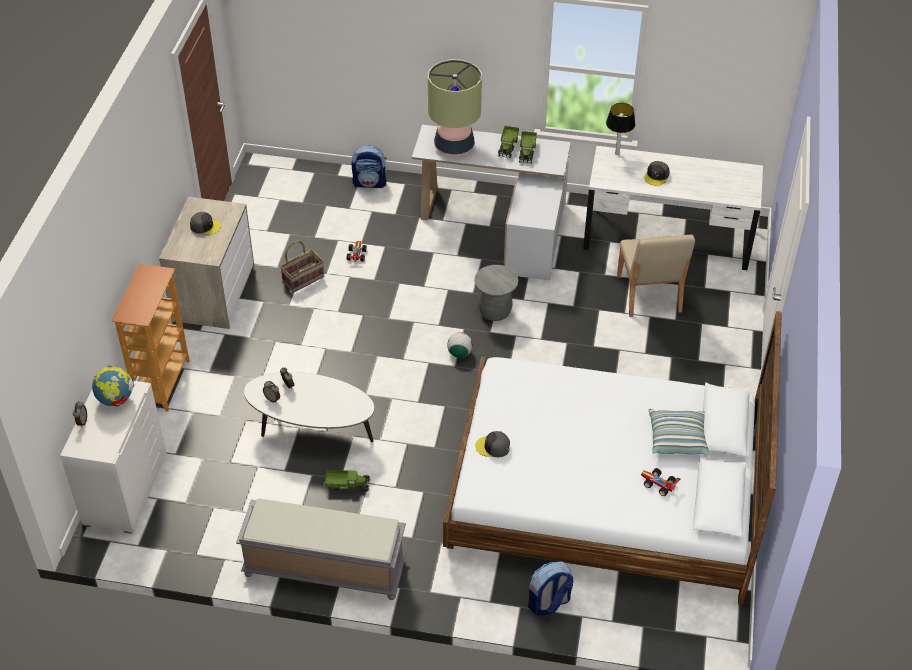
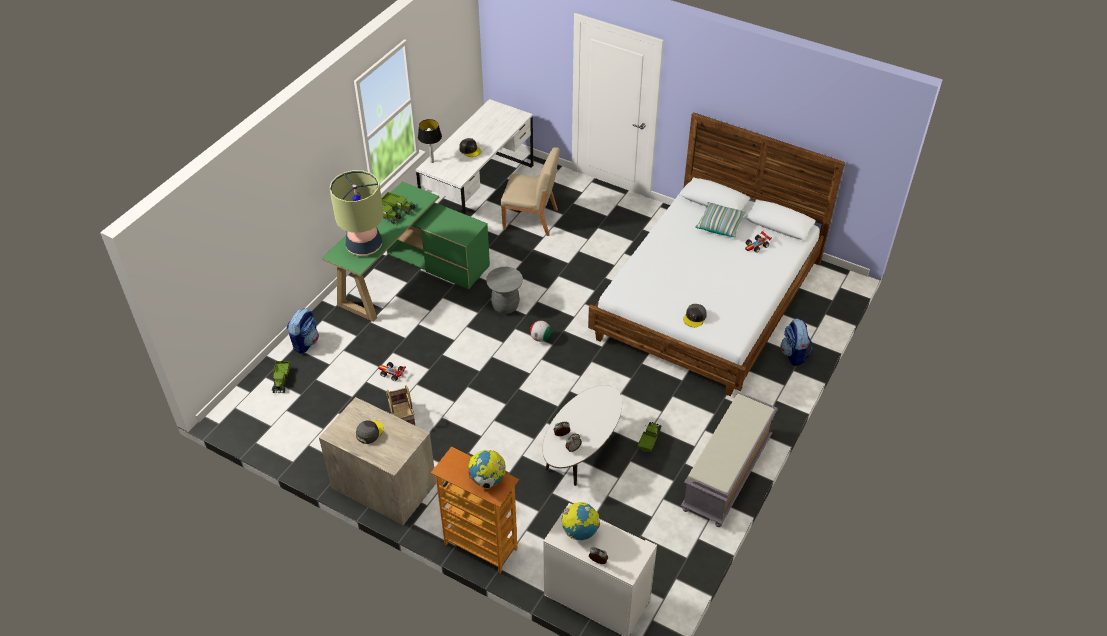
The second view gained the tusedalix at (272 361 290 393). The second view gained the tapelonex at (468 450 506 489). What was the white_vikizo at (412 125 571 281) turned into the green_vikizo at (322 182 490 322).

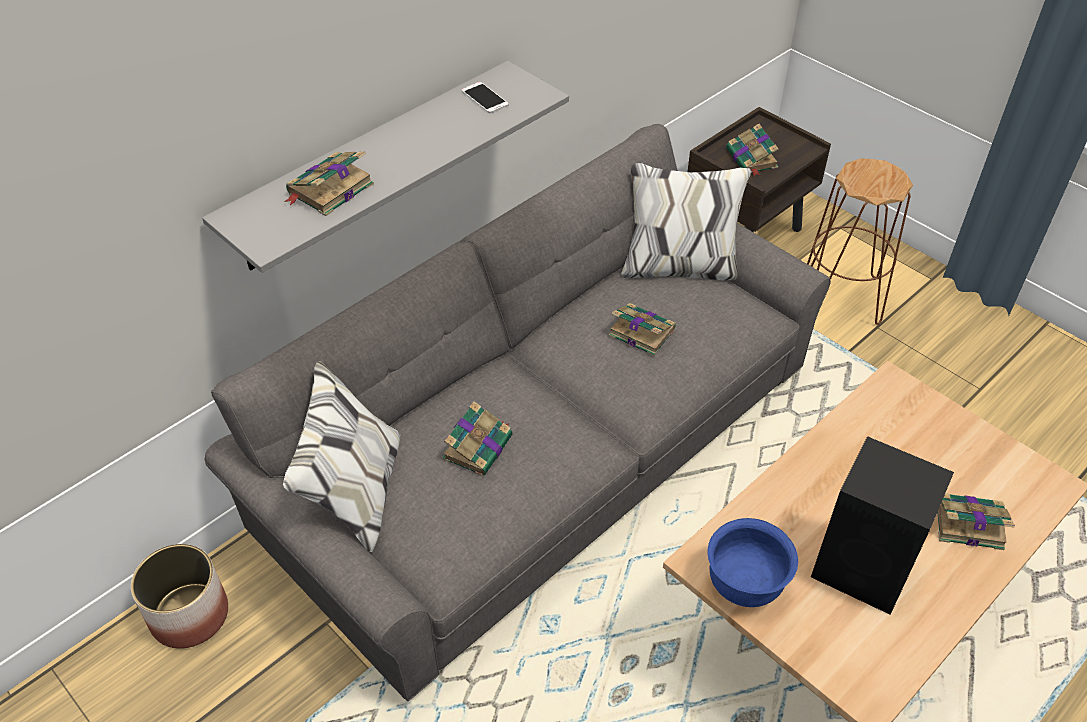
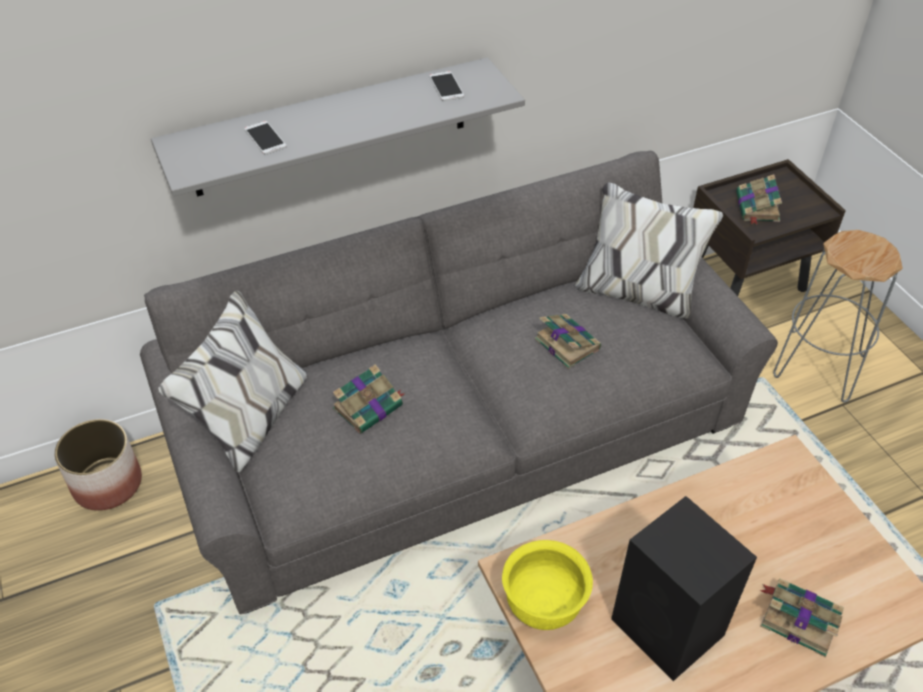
Where the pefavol stood at (284 151 374 216), the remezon came to stand at (244 121 287 155). What was the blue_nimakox at (707 518 798 607) turned into the yellow_nimakox at (502 540 593 630). What was the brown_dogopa at (807 158 913 325) turned into the grey_dogopa at (773 230 903 402).

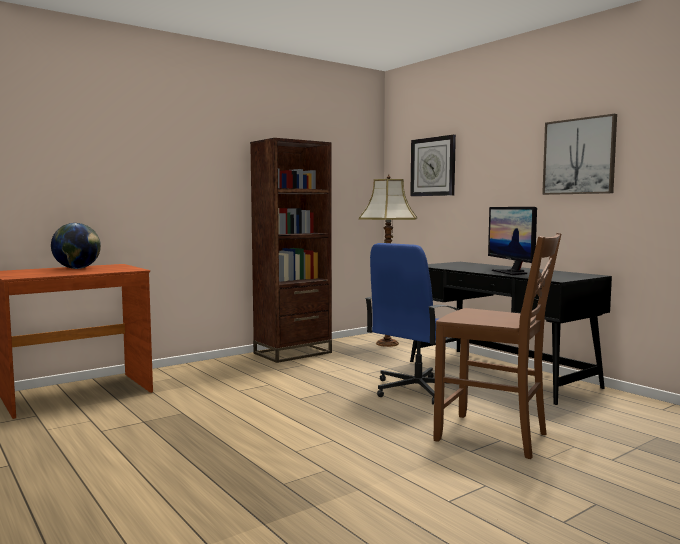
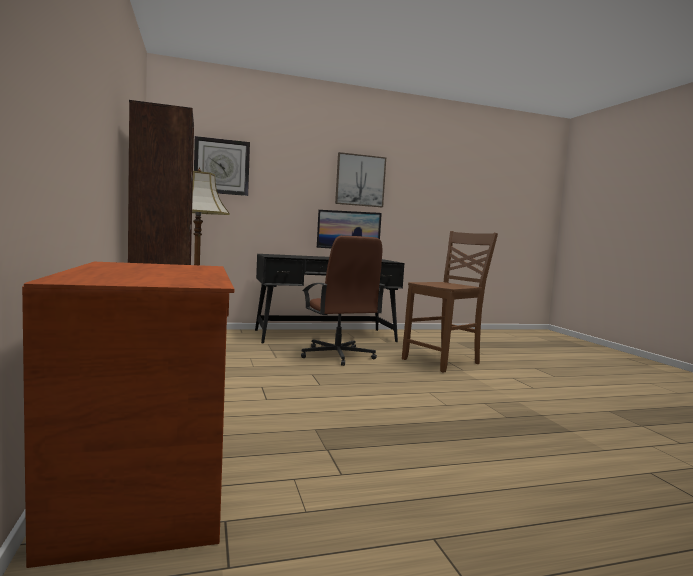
The second view lost the tapelonex at (51 223 101 269). What was the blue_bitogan at (365 243 460 405) turned into the brown_bitogan at (301 235 384 366).

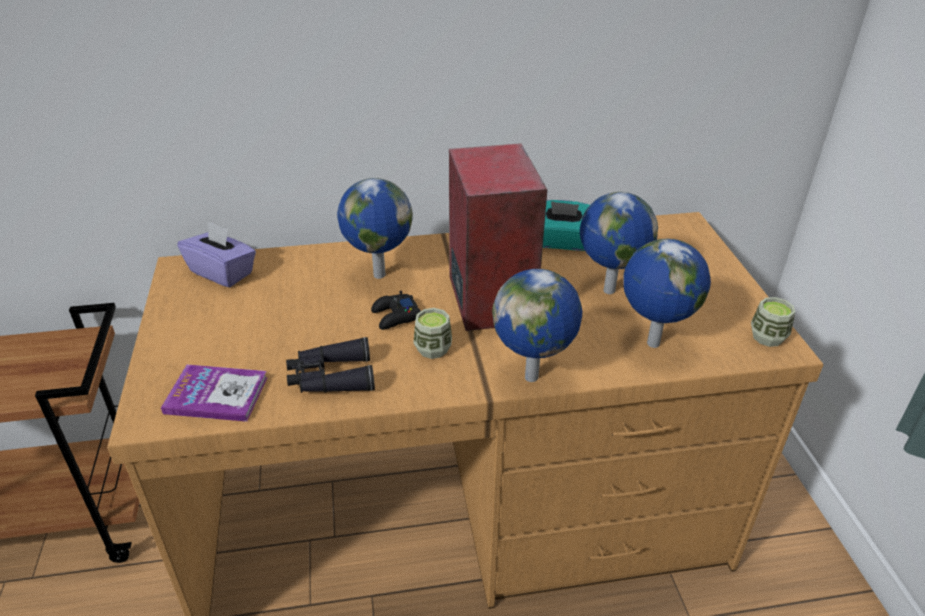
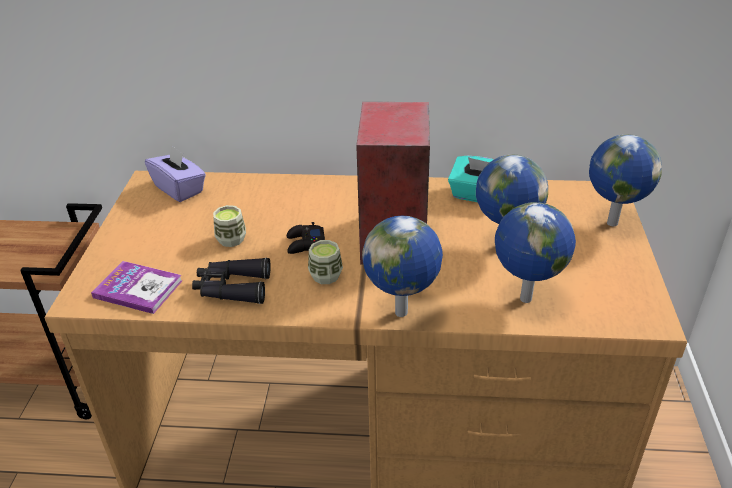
The tapelonex ended up elsewhere, having gone from (337 178 413 279) to (589 134 662 226). The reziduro ended up elsewhere, having gone from (751 297 795 347) to (213 205 246 247).

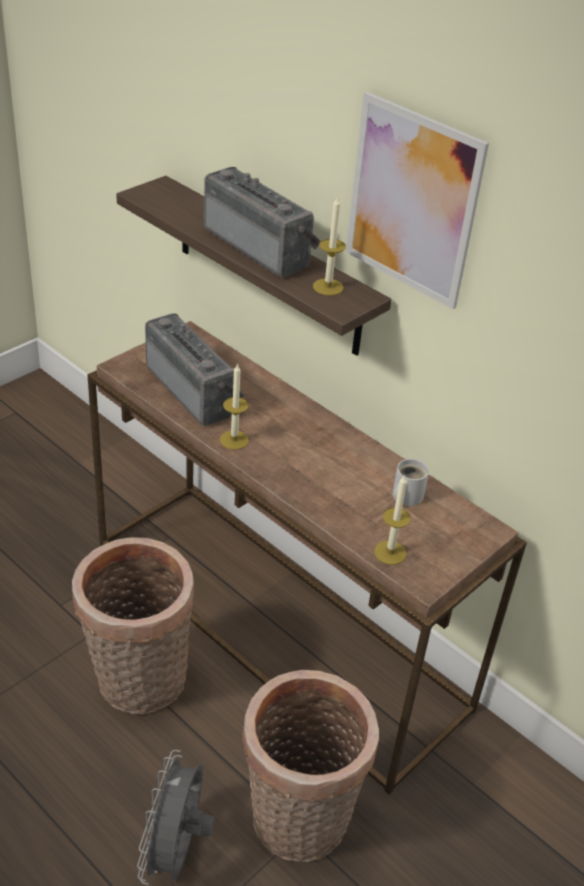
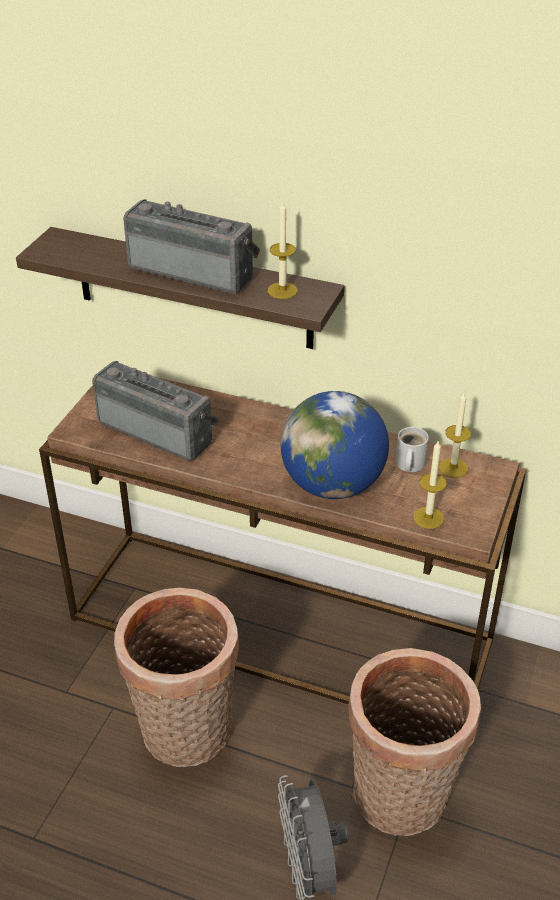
The second view lost the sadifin at (346 92 489 309). The second view gained the tapelonex at (281 391 389 499). The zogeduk ended up elsewhere, having gone from (220 363 249 450) to (439 392 471 478).

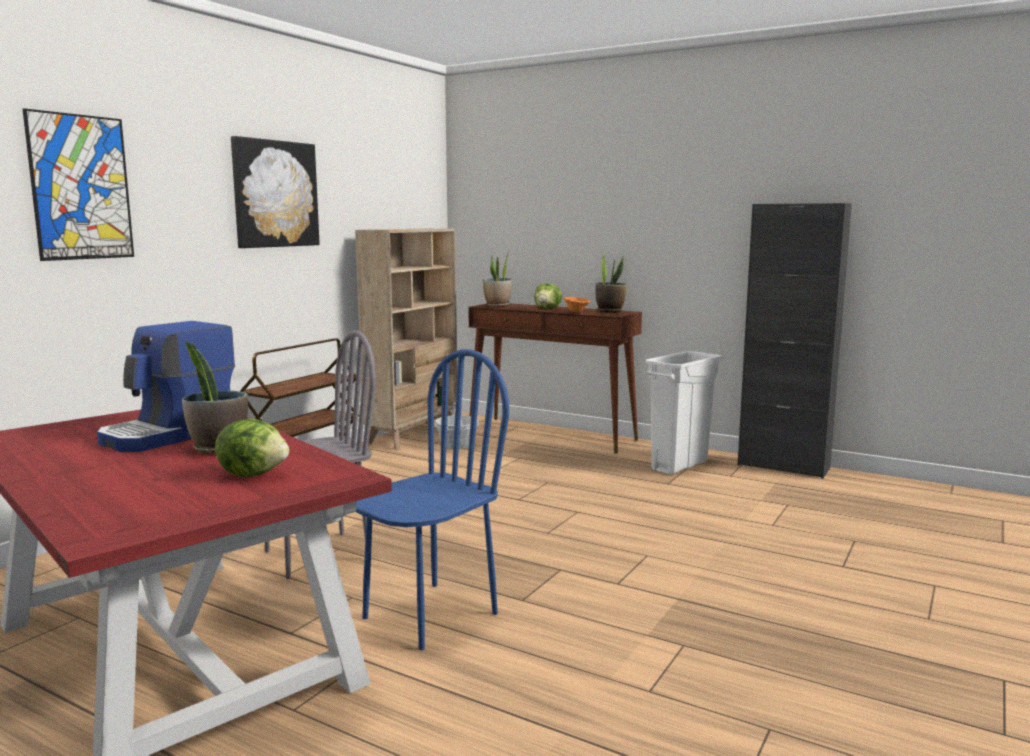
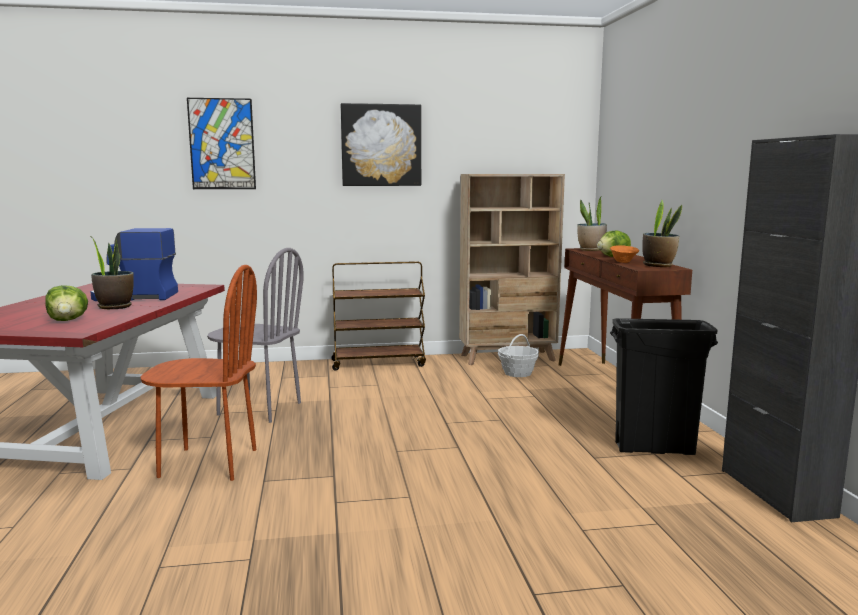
What was the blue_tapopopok at (356 349 509 650) turned into the brown_tapopopok at (140 265 257 481). What was the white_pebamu at (646 351 722 475) turned into the black_pebamu at (610 318 718 455).

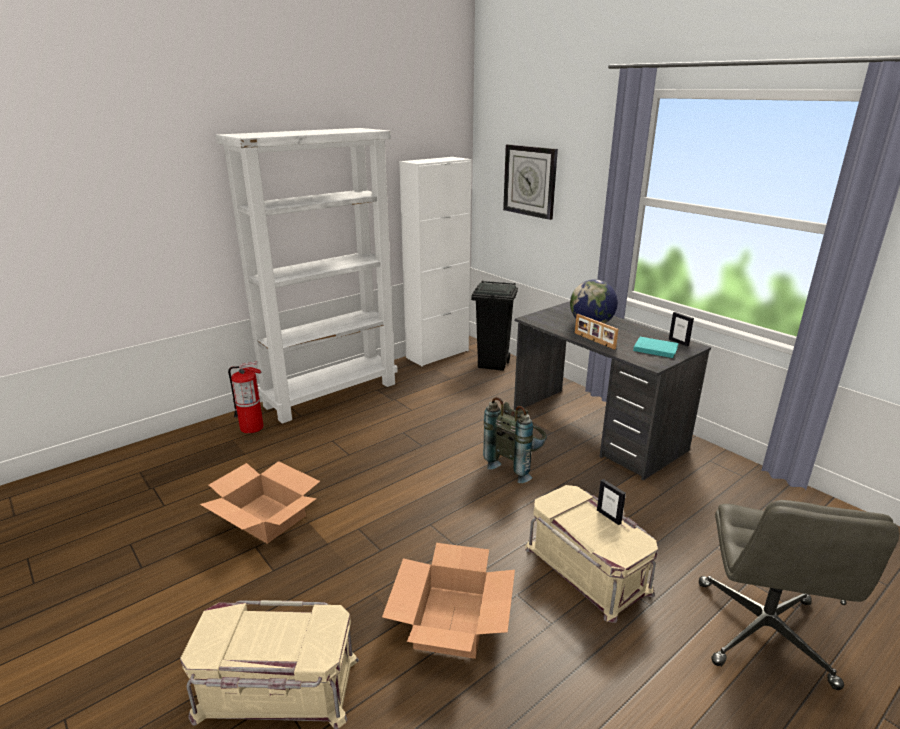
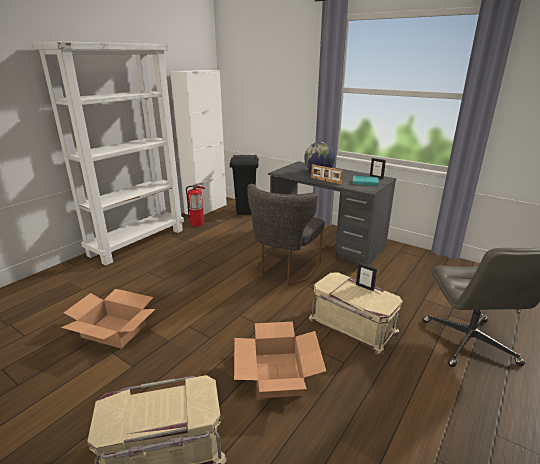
The second view lost the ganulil at (503 144 558 220). The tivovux ended up elsewhere, having gone from (228 361 264 433) to (186 182 205 227). Where the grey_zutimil stood at (483 397 547 483), the grey_tapopopok came to stand at (247 184 325 285).

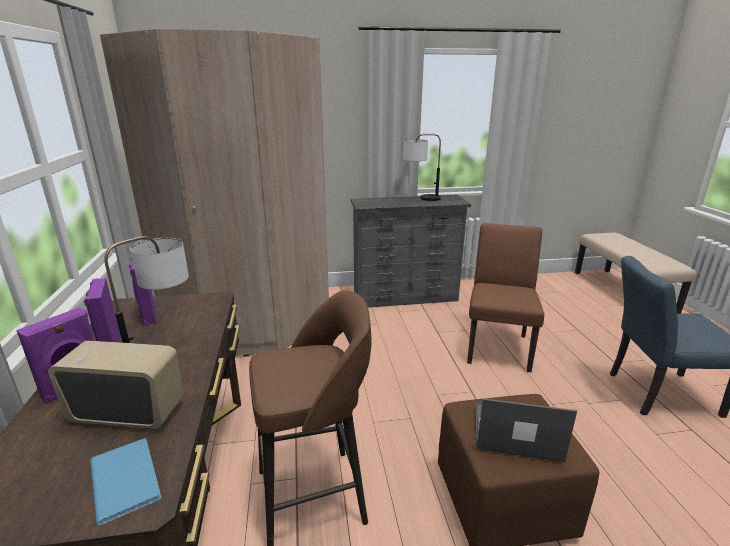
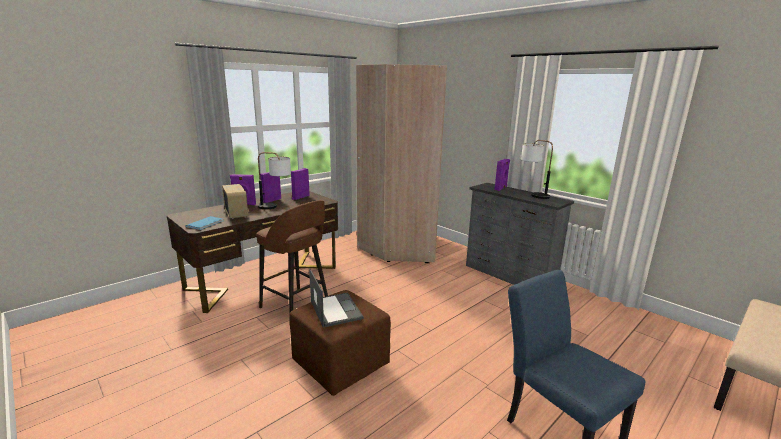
The second view lost the brown_tapopopok at (467 223 544 372). The second view gained the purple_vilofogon at (495 159 510 191).

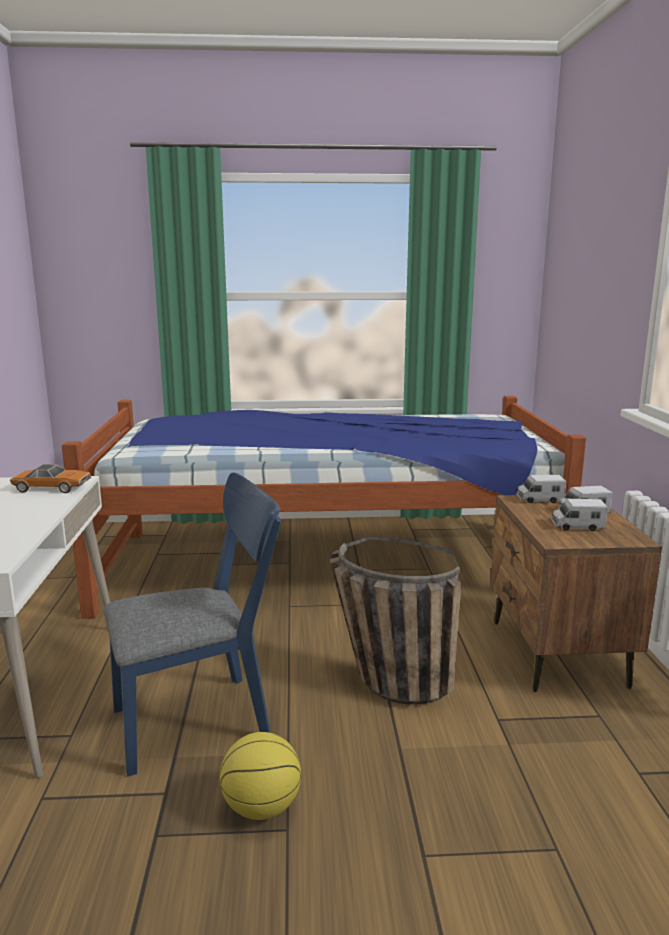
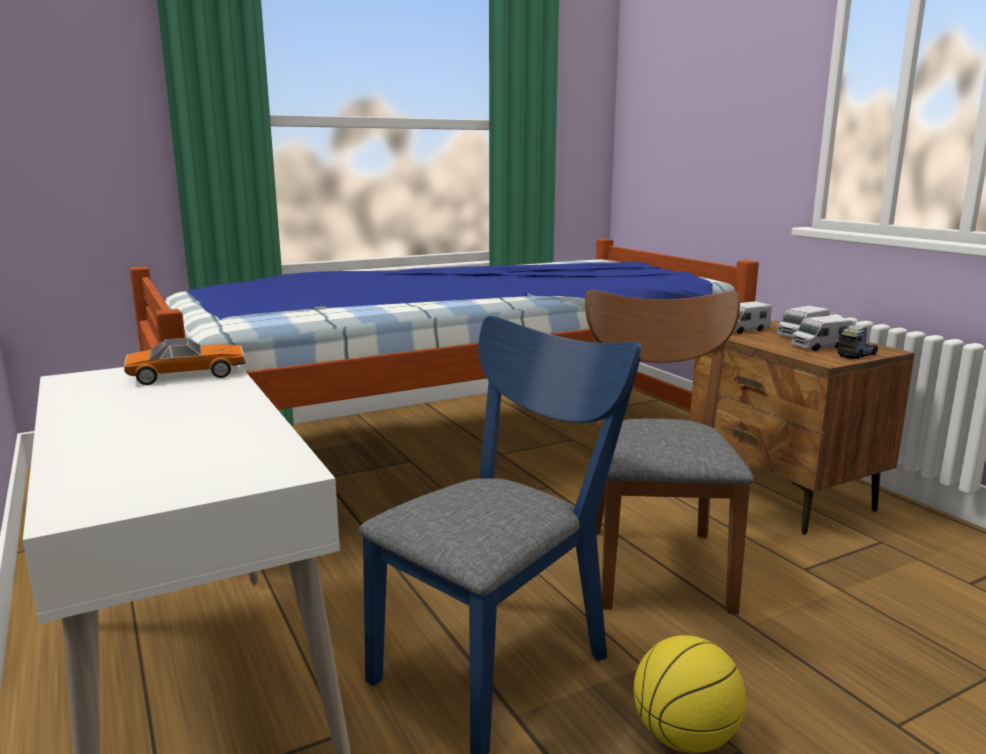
The second view gained the tusedalix at (838 325 878 359). Where the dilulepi stood at (330 537 462 704), the brown_tapopopok came to stand at (585 289 754 614).

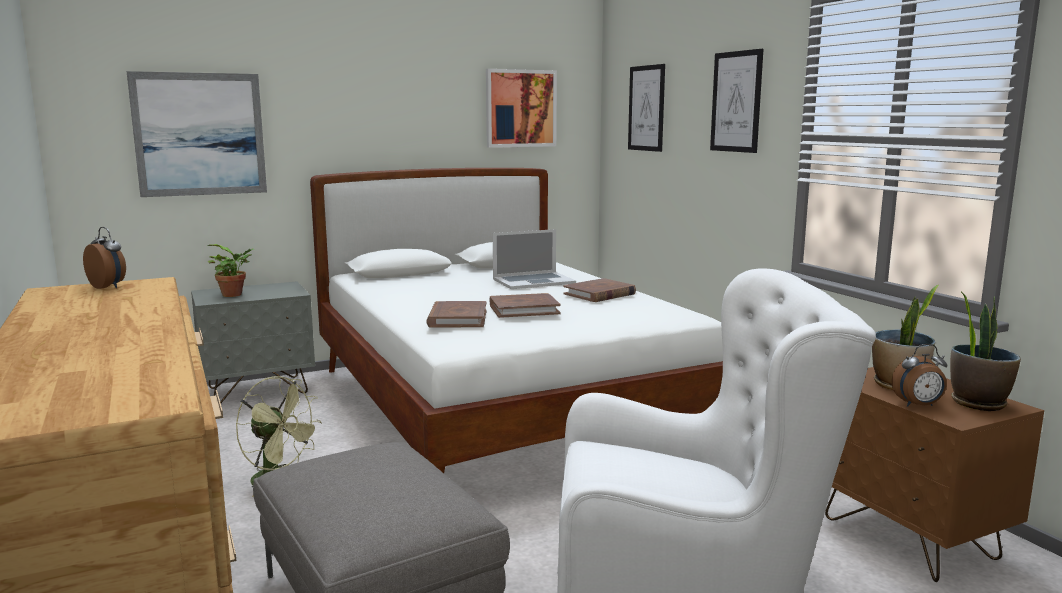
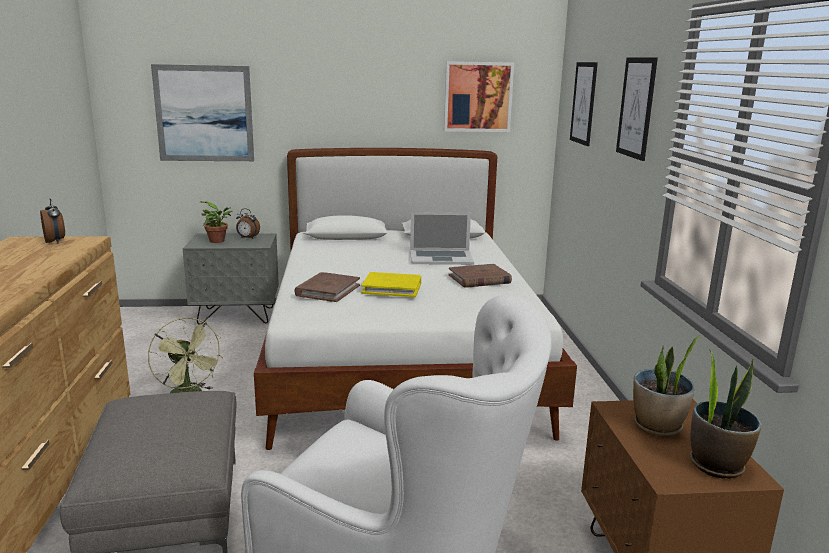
The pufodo ended up elsewhere, having gone from (892 344 947 407) to (236 209 260 239). What was the brown_pefavol at (490 293 561 318) turned into the yellow_pefavol at (362 272 421 297).

